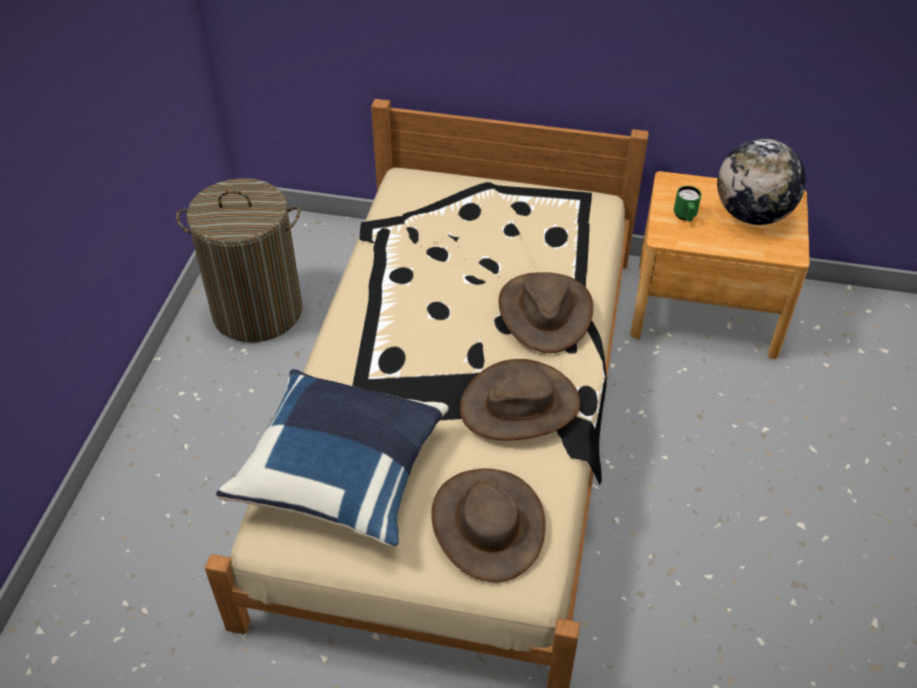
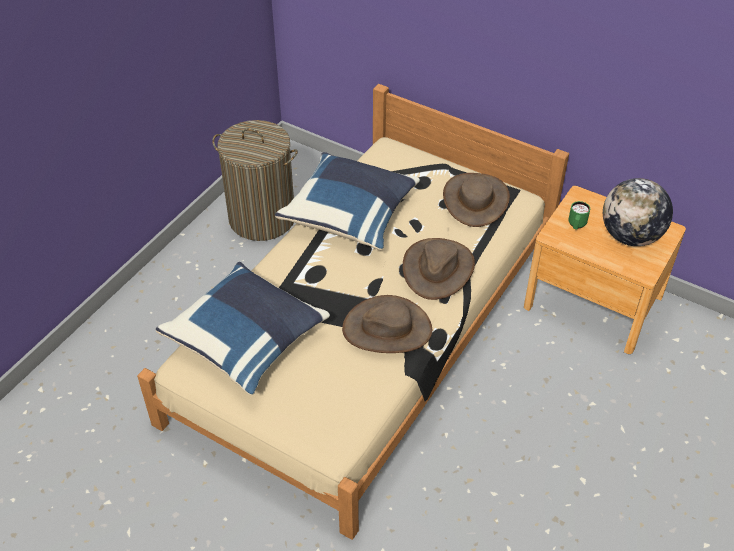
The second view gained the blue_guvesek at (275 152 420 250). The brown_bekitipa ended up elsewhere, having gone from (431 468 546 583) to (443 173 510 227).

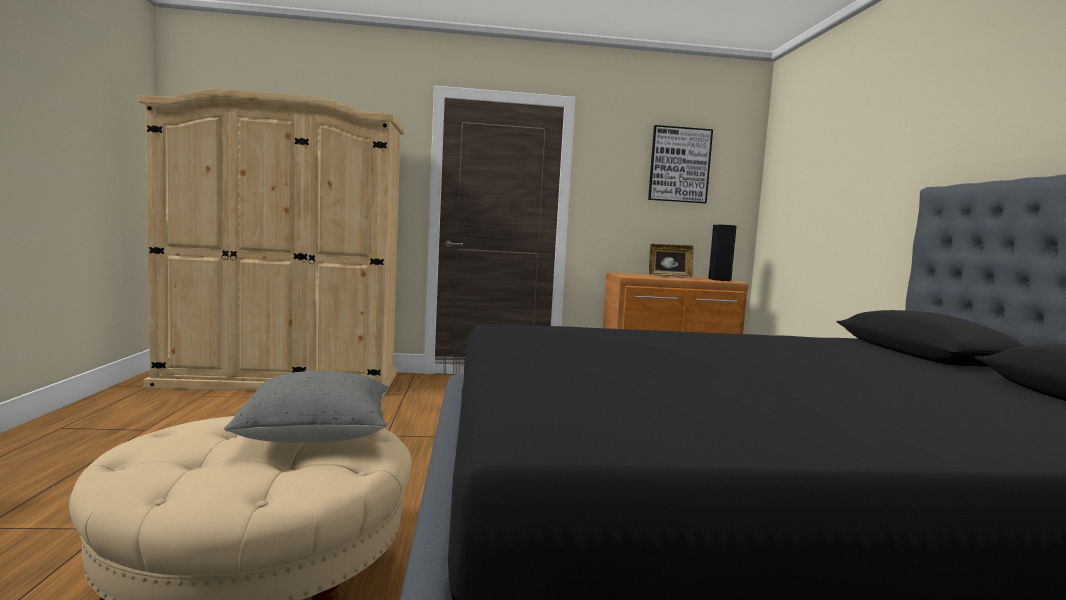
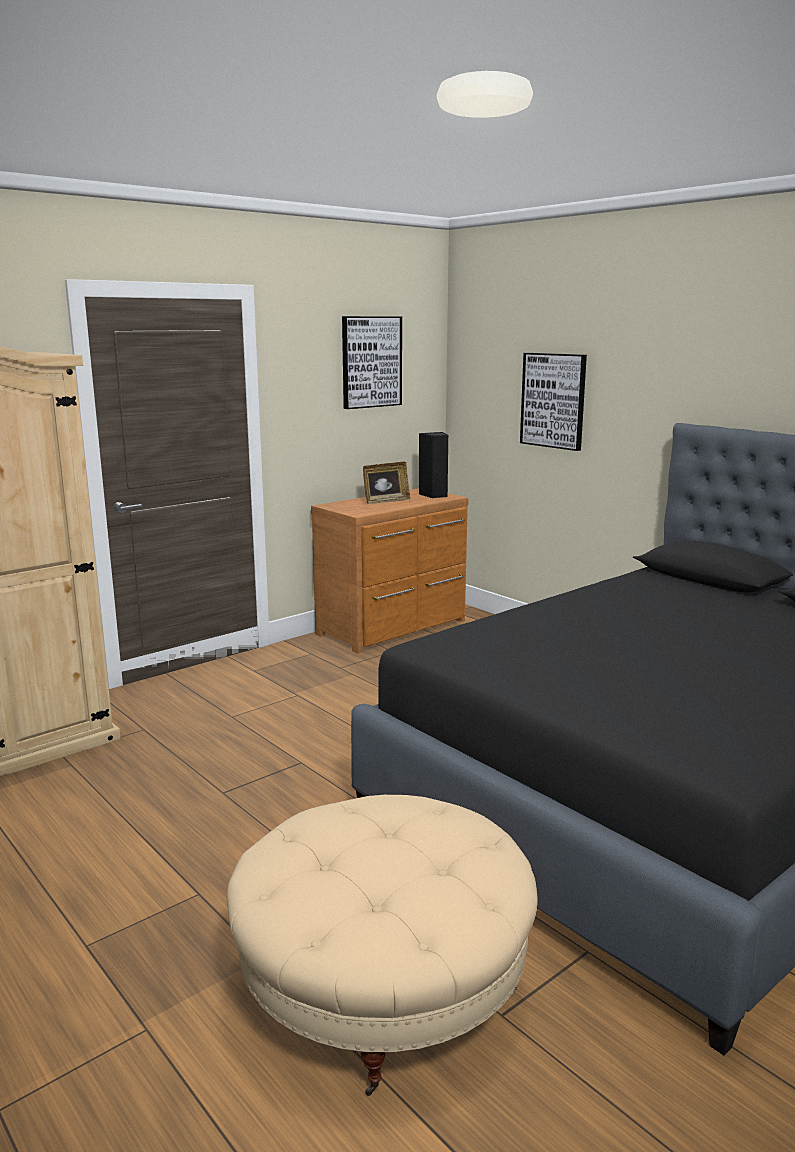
The second view lost the grey_guvesek at (224 371 389 443). The second view gained the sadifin at (520 353 587 451).

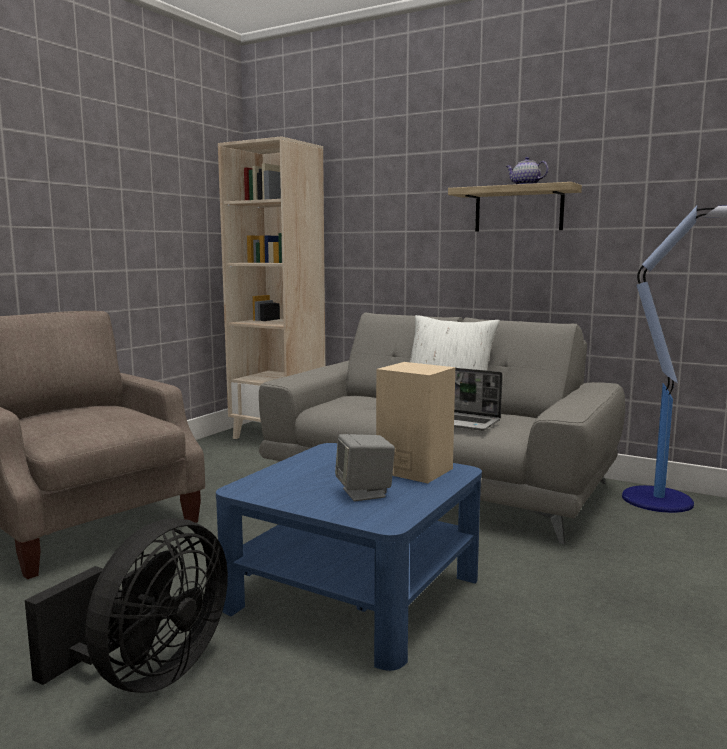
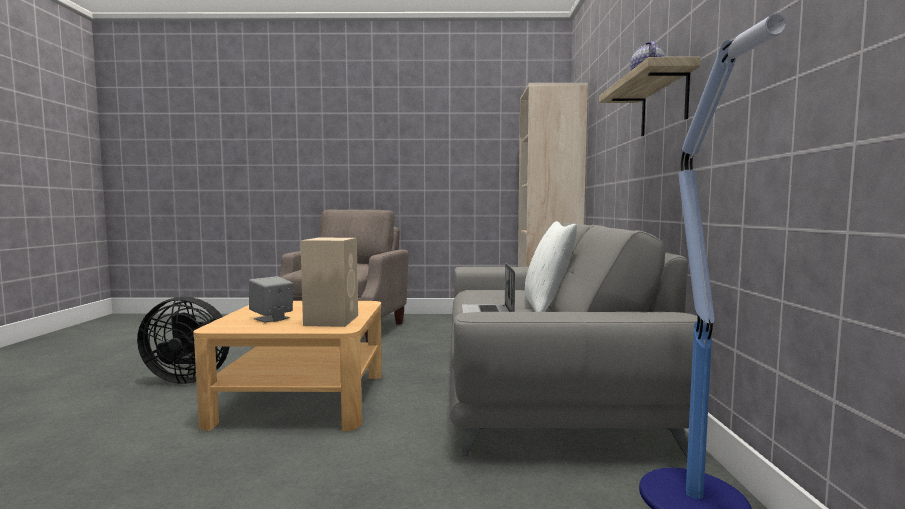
What was the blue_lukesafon at (216 443 482 671) turned into the beige_lukesafon at (193 301 382 431).

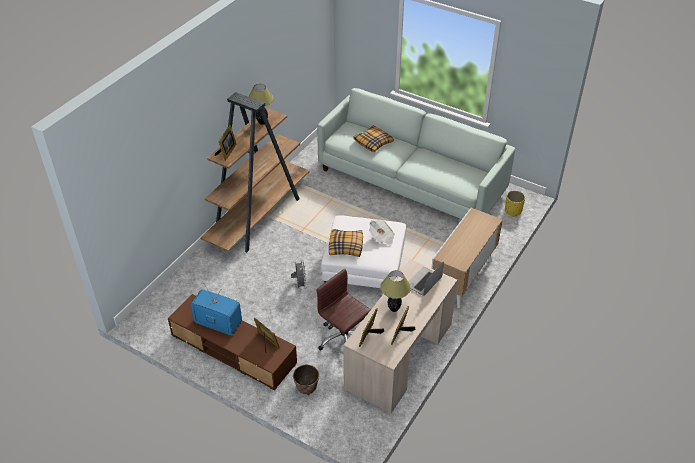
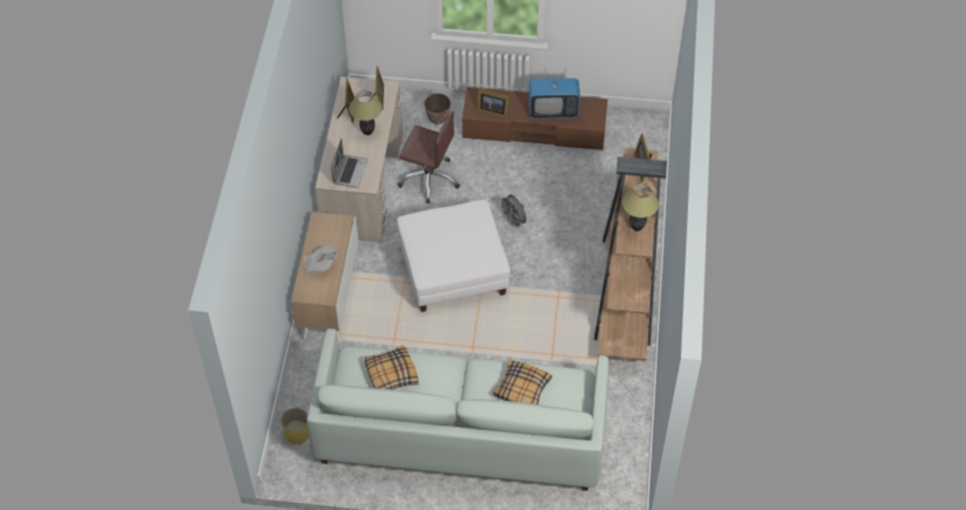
The guvesek ended up elsewhere, having gone from (329 229 363 257) to (365 345 419 389). The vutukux ended up elsewhere, having gone from (369 219 395 246) to (304 245 337 273).

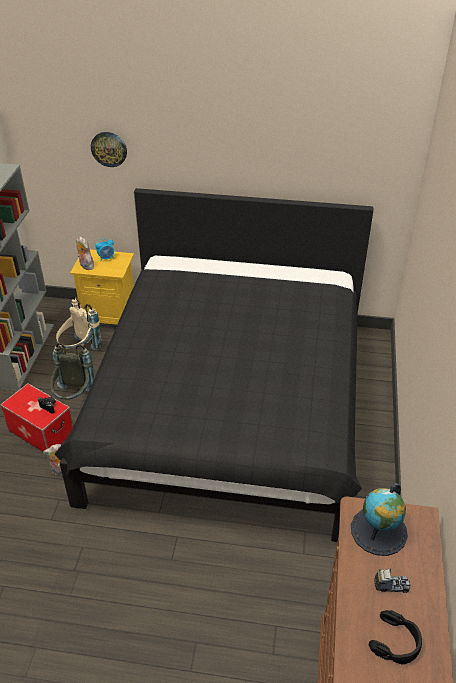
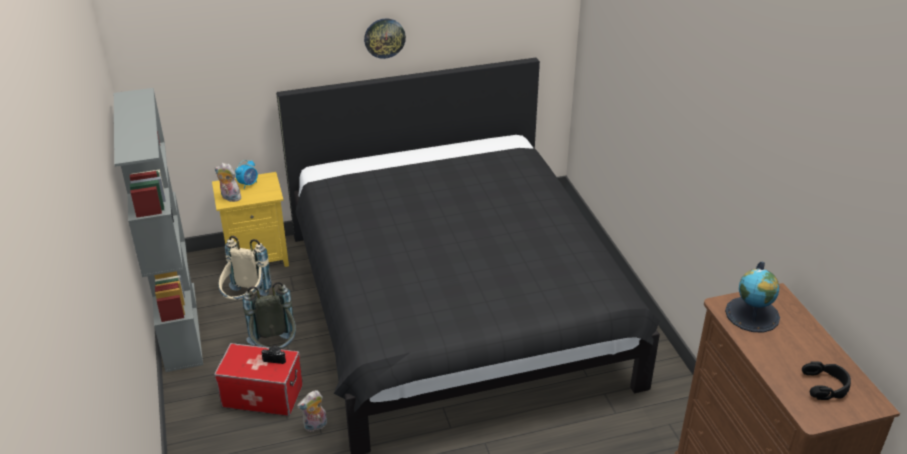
The second view lost the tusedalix at (374 568 411 593). The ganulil ended up elsewhere, having gone from (91 132 127 167) to (364 18 406 59).

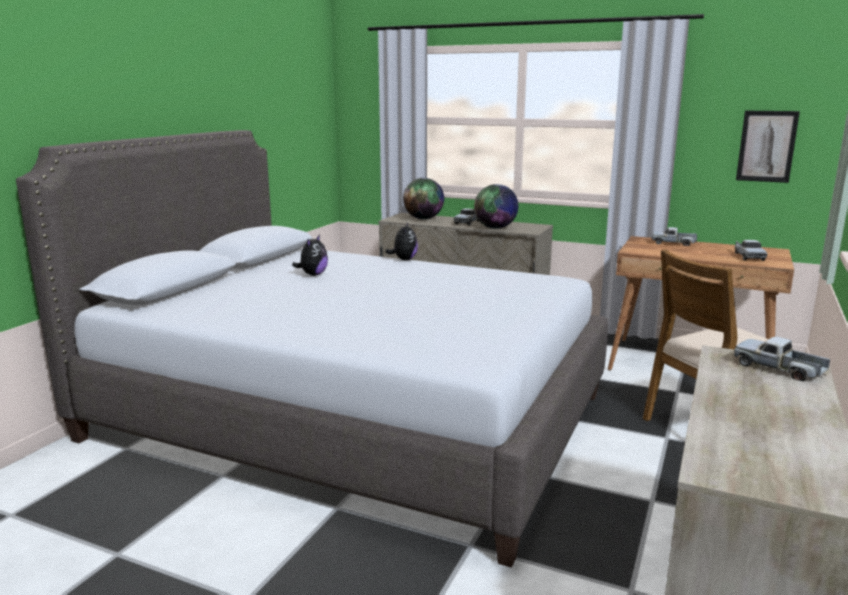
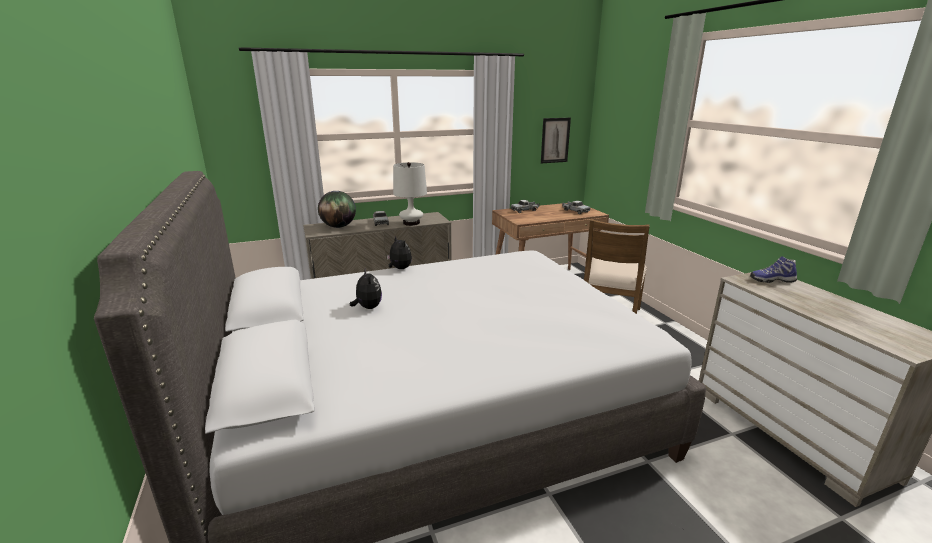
Where the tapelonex stood at (474 184 518 229), the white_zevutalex came to stand at (393 162 427 226). Where the tusedalix stood at (734 337 830 381), the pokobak came to stand at (750 256 797 283).

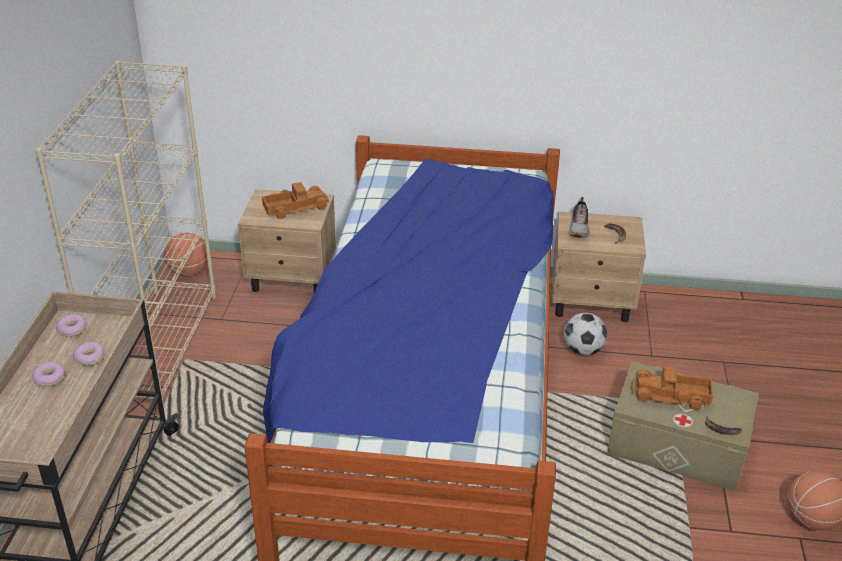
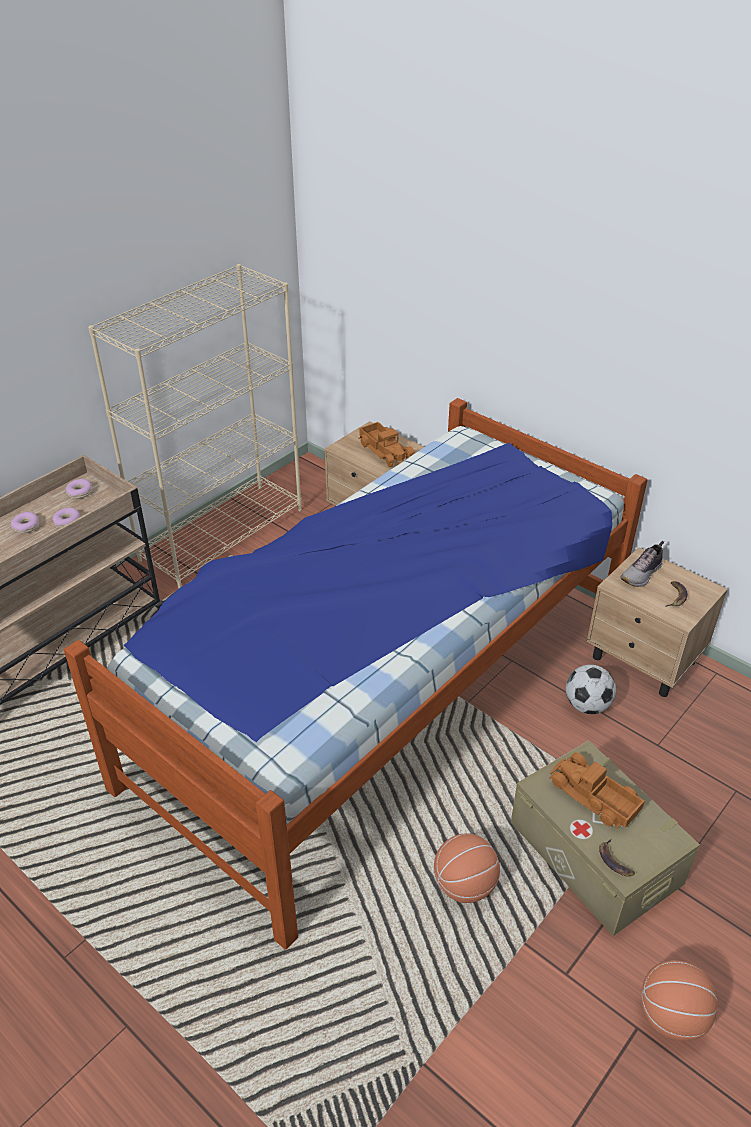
The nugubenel ended up elsewhere, having gone from (164 233 208 277) to (434 833 500 903). The tusedalix at (262 182 330 219) ended up facing another way, 45 degrees clockwise from before.

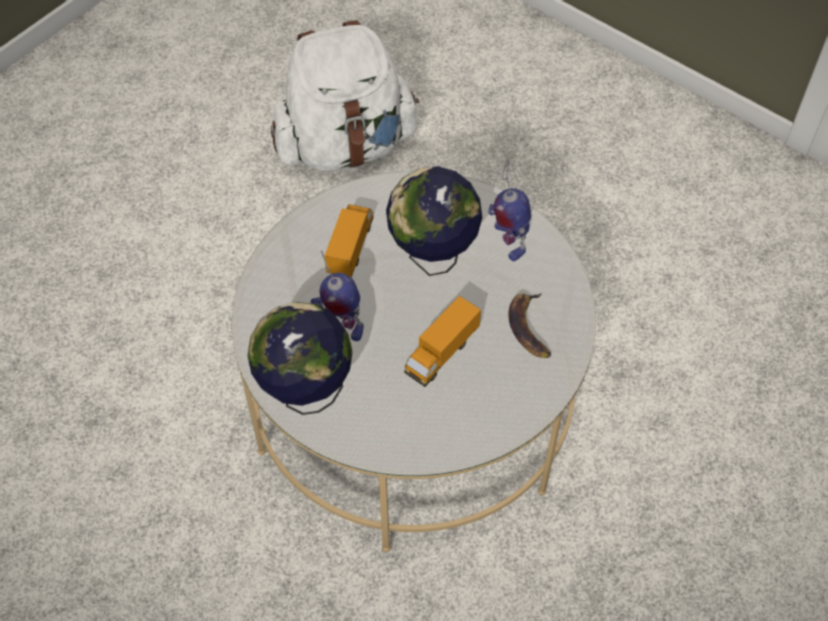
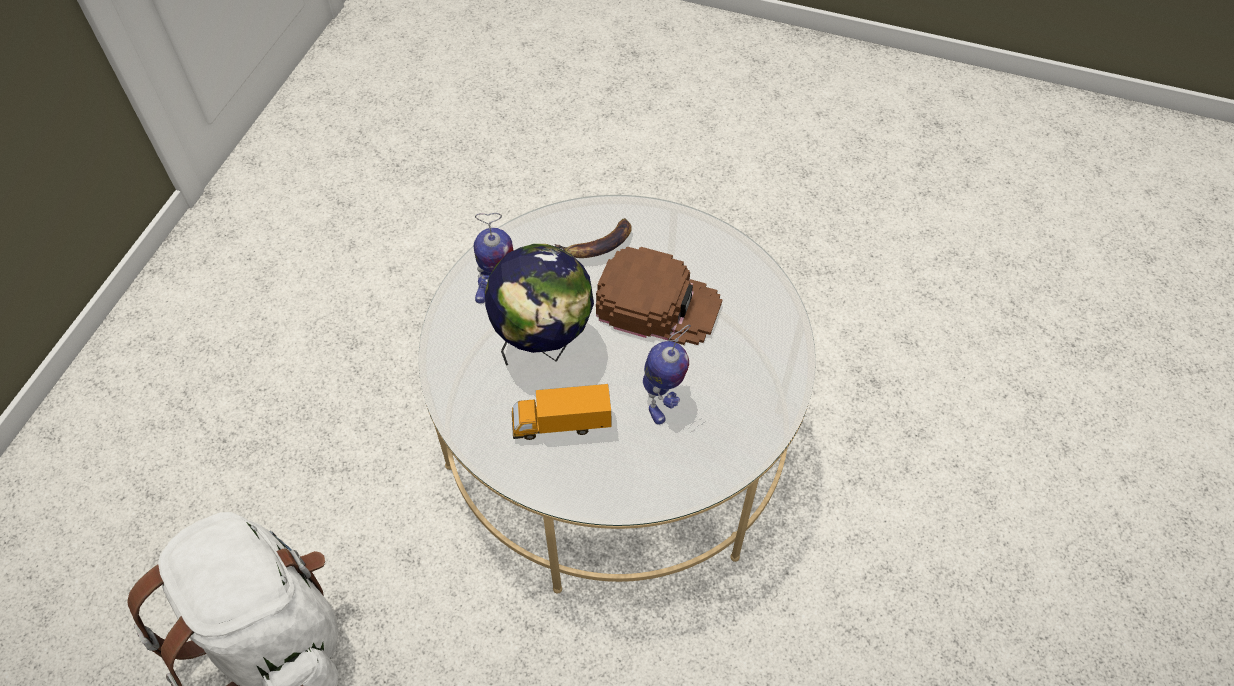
The second view lost the tapelonex at (247 302 353 415). Where the tusedalix stood at (404 296 481 387), the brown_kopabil came to stand at (596 247 723 345).

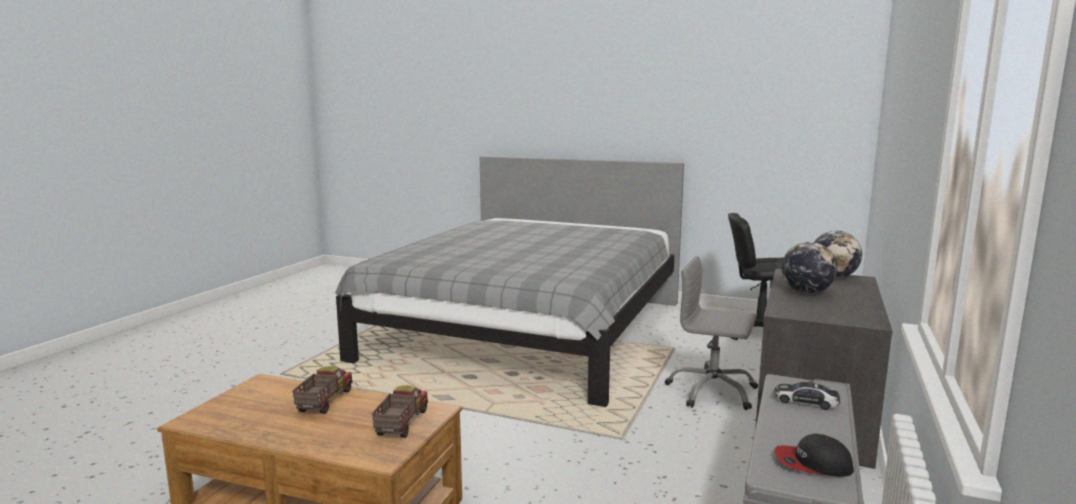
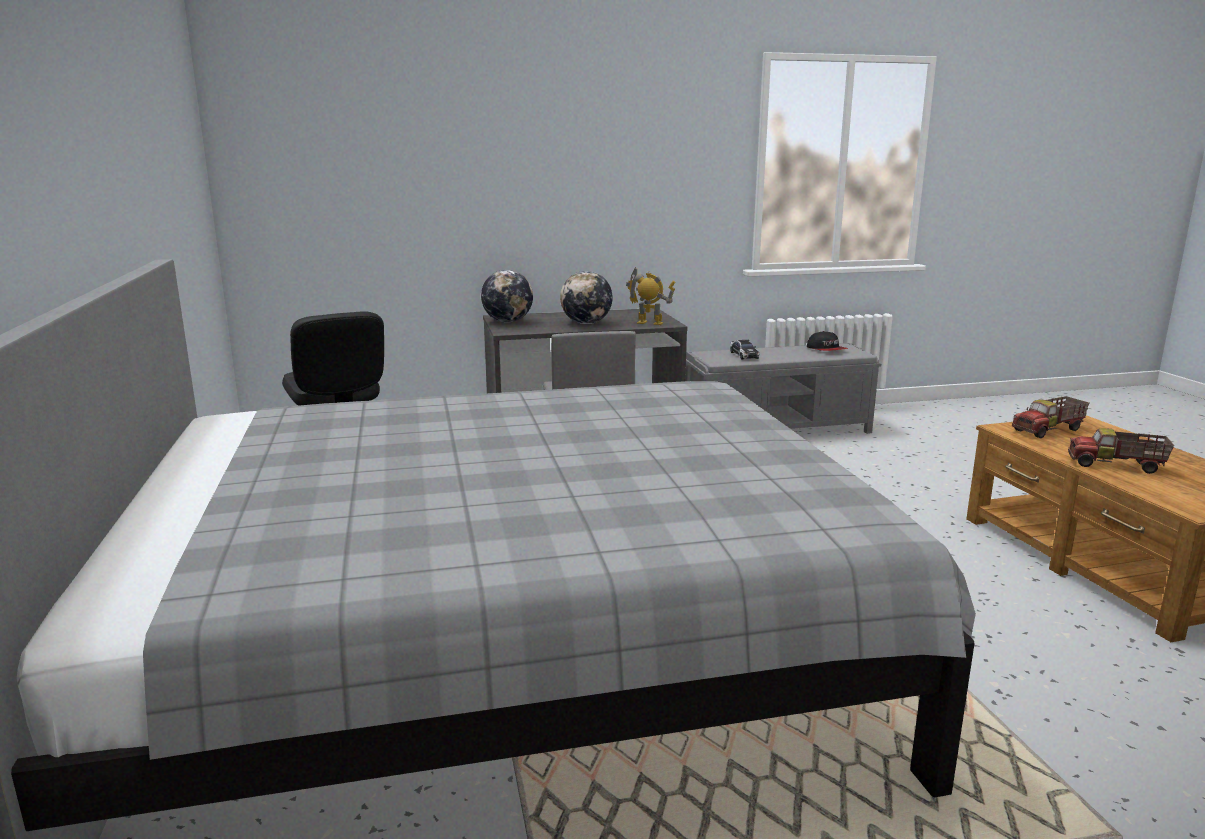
The second view gained the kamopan at (626 267 675 325). The tusedalix at (292 366 353 414) ended up facing another way, 45 degrees clockwise from before.

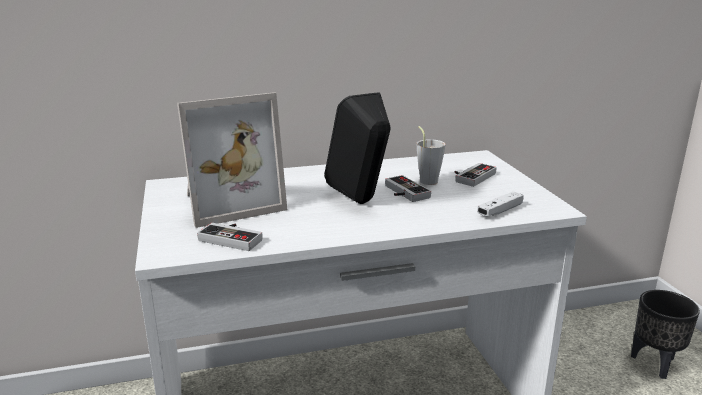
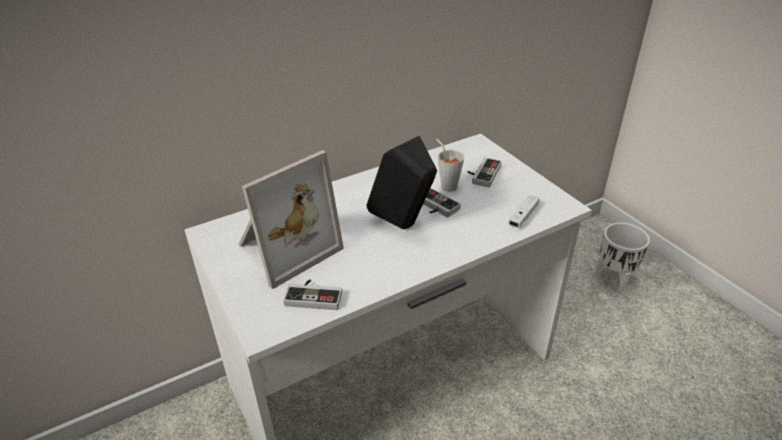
What was the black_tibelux at (631 290 700 379) turned into the white_tibelux at (595 223 650 292).

